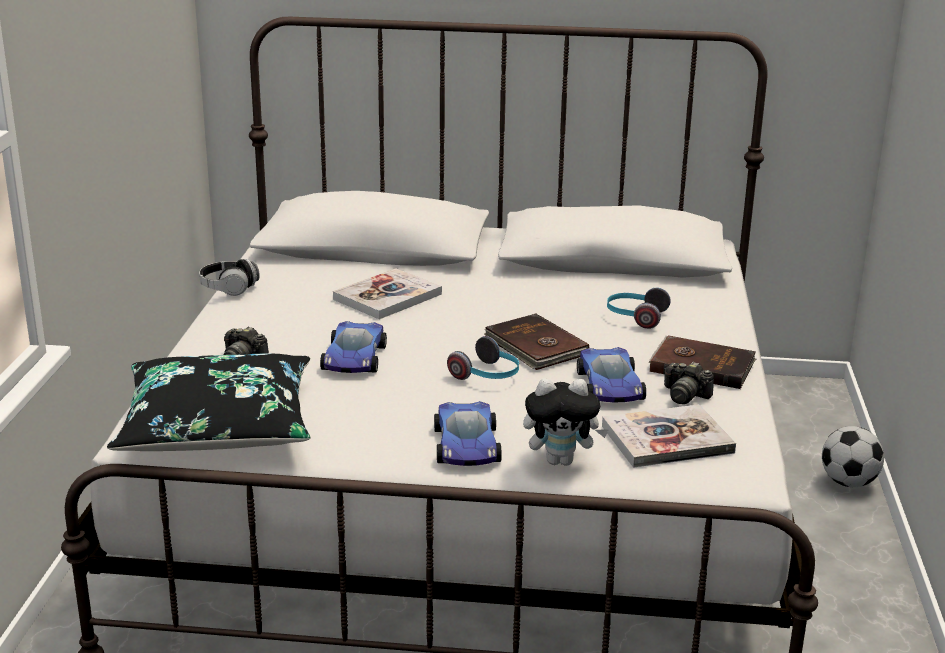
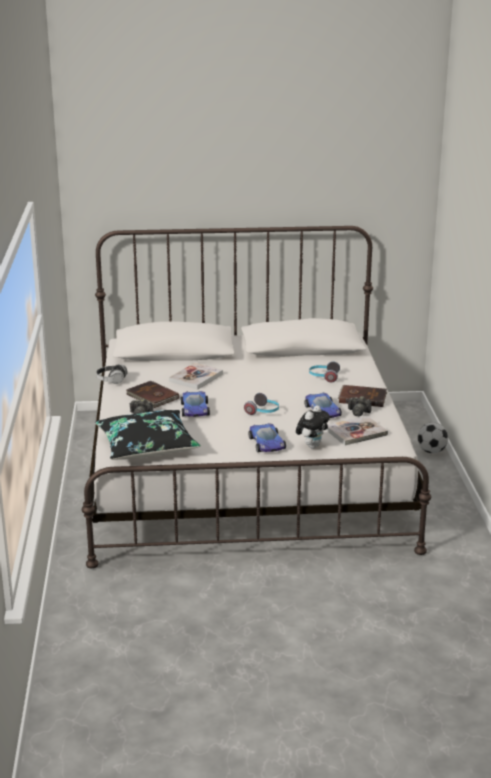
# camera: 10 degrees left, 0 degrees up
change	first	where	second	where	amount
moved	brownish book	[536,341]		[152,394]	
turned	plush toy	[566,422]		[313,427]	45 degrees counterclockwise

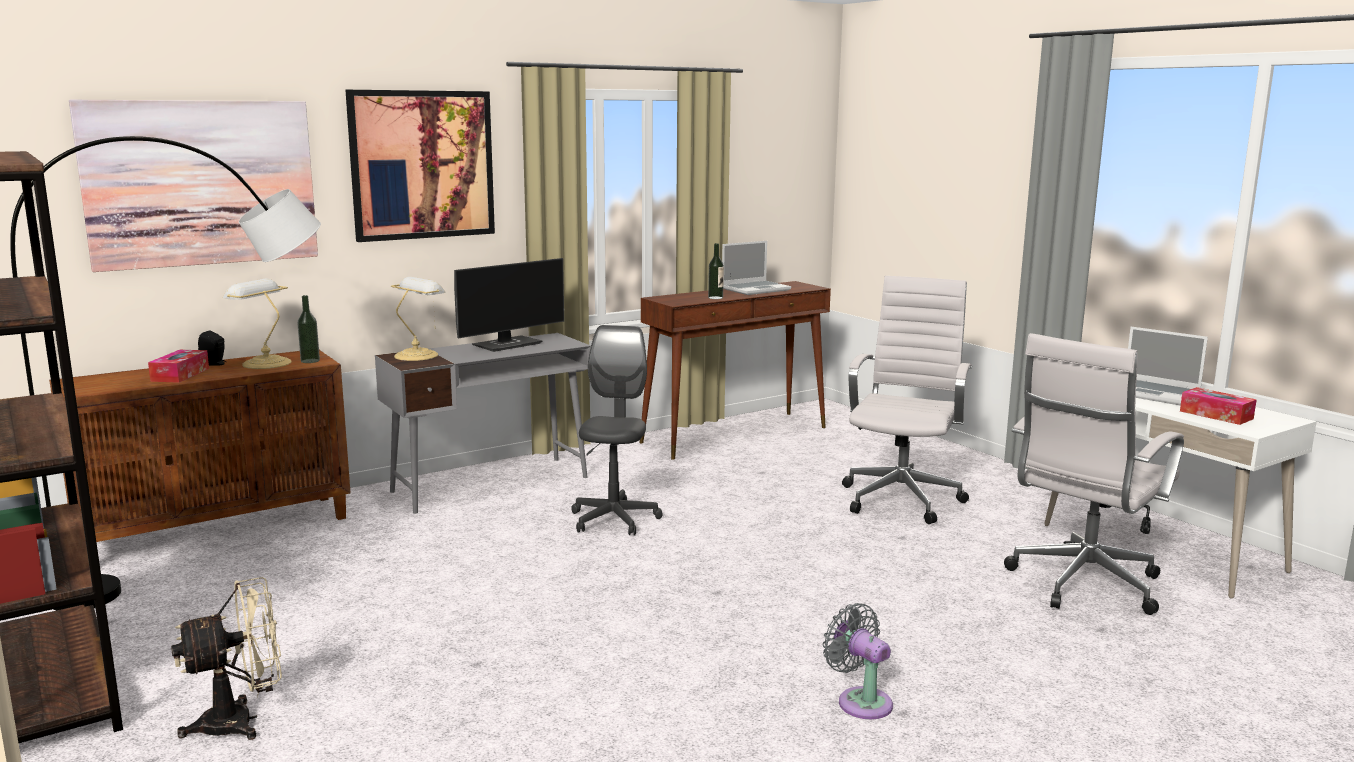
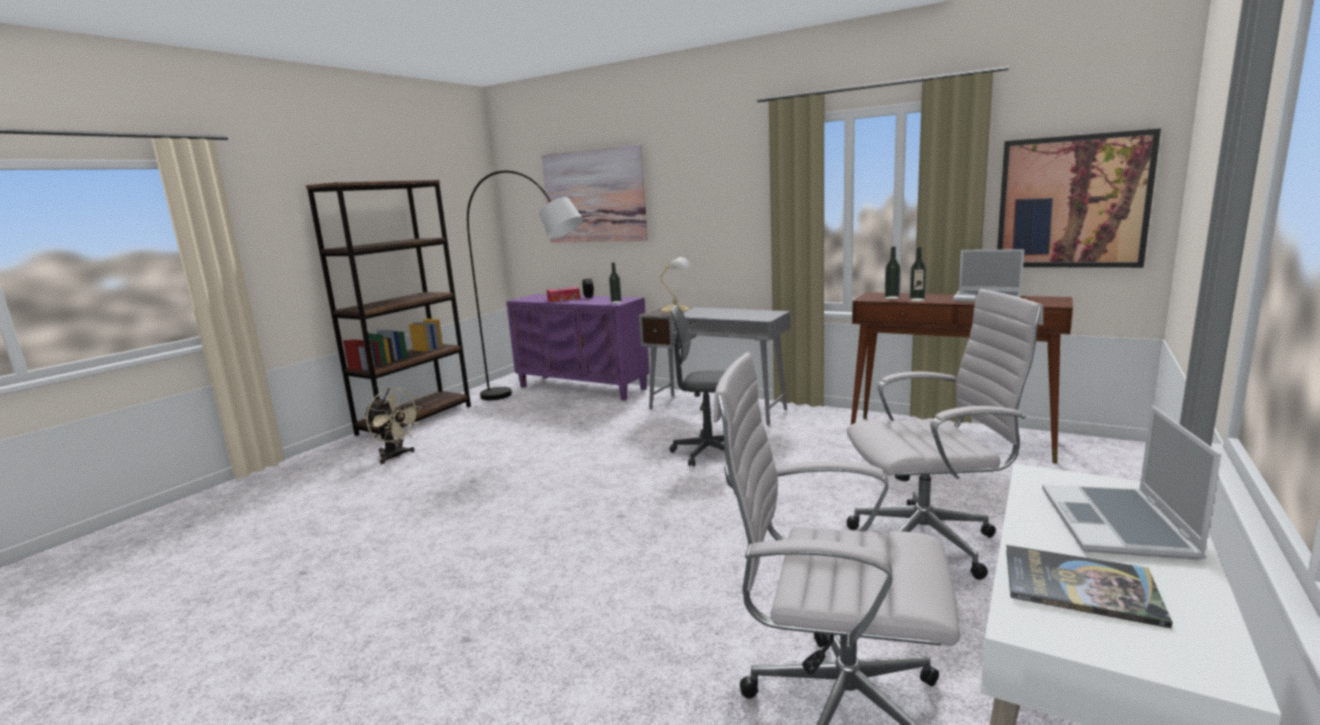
# camera: 65 degrees right, 0 degrees up
change	first	where	second	where	amount
moved	wall picture	[420,166]		[1079,198]	
removed	computer screen	[509,305]			
removed	table lamp	[257,323]			
turned	gray office chair	[617,430]		[697,386]	150 degrees counterclockwise
recoloured	brownish cabinet	[200,446]	purple cabinet	[578,347]	
replaced	tissue holder	[1218,406]	book	[1089,586]	
removed	gray electric fan	[857,661]			
added			drink bottle	[892,272]	

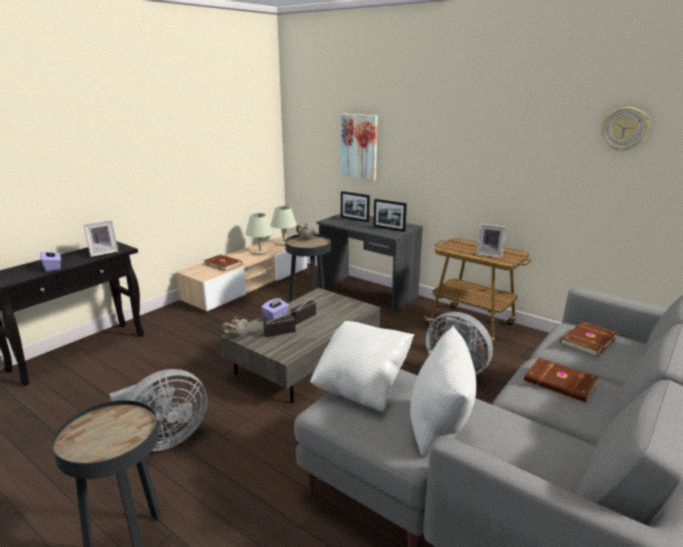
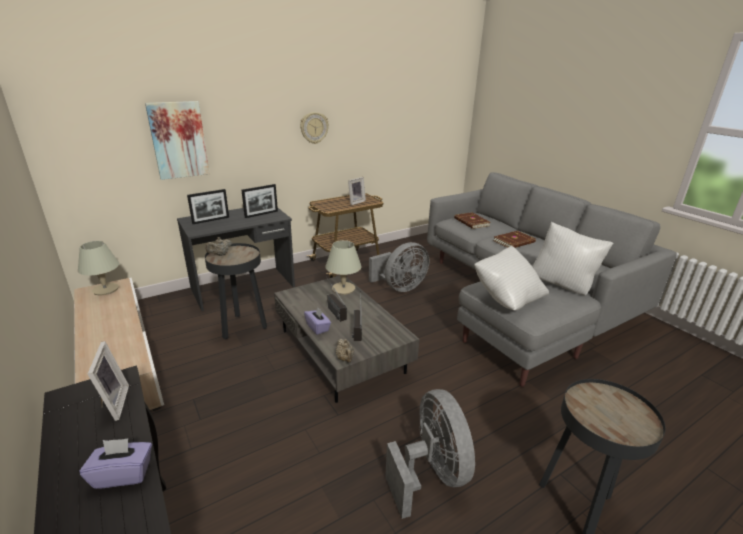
# camera: 70 degrees left, 5 degrees up
change	first	where	second	where	amount
moved	hanging clock	[626,129]		[314,128]	
moved	sand-coloured table lamp	[259,234]		[343,267]	
removed	brownish book	[223,262]			

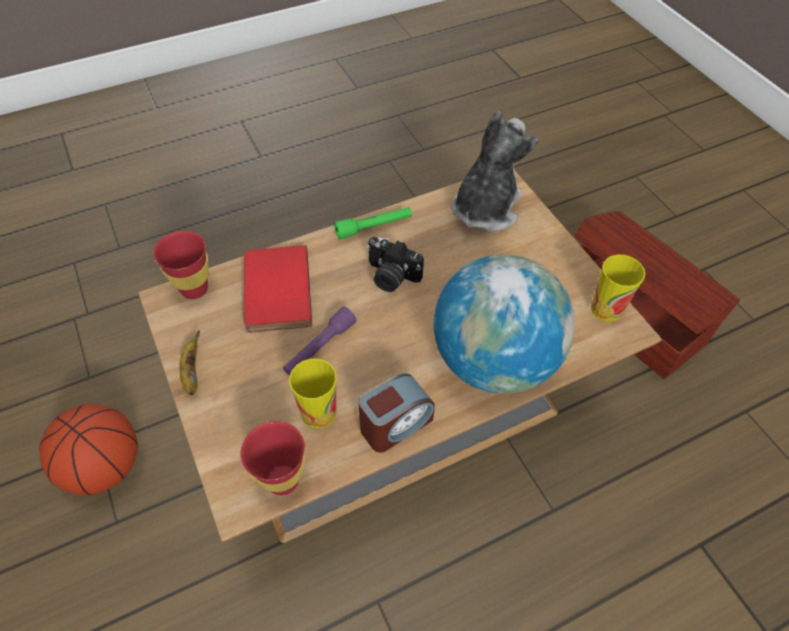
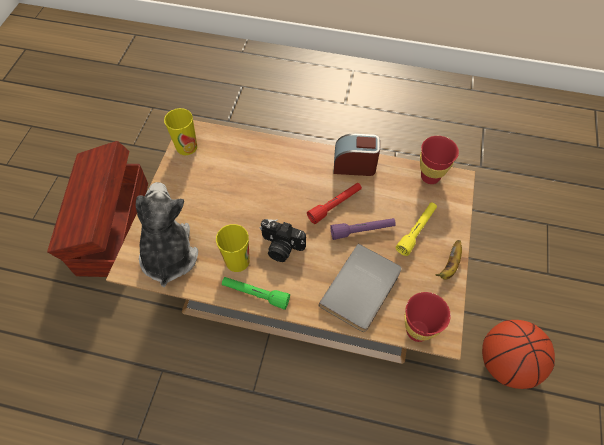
# camera: 140 degrees left, 5 degrees up
change	first	where	second	where	amount
turned	plush toy	[495,171]		[167,234]	105 degrees clockwise
turned	still camera	[395,264]		[283,240]	135 degrees clockwise
recoloured	red-coloured book	[277,289]	gray book	[360,288]	
removed	world globe	[504,324]			
moved	drinking cup	[313,393]		[233,248]	
added			red-coloured flashlight	[334,203]	
added			yellowish flashlight	[416,229]	

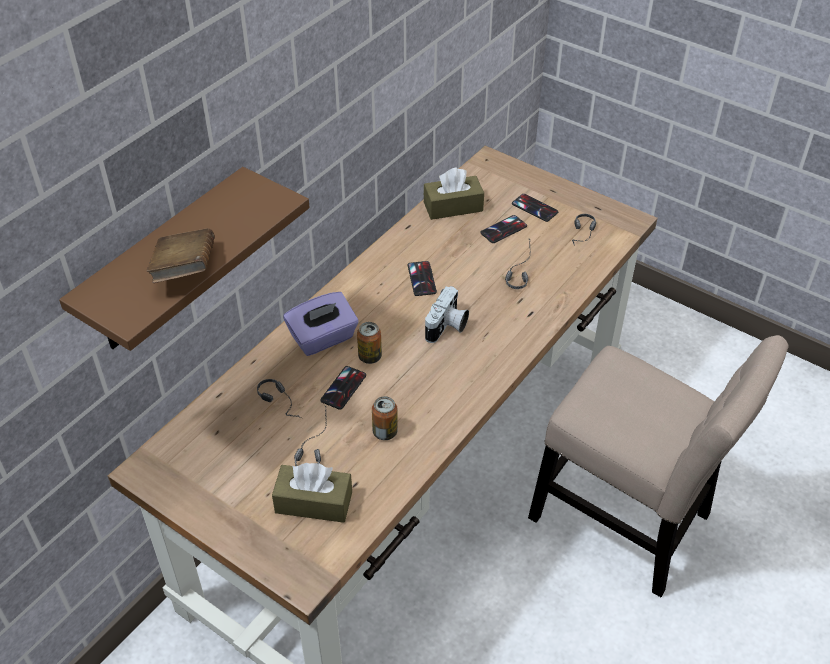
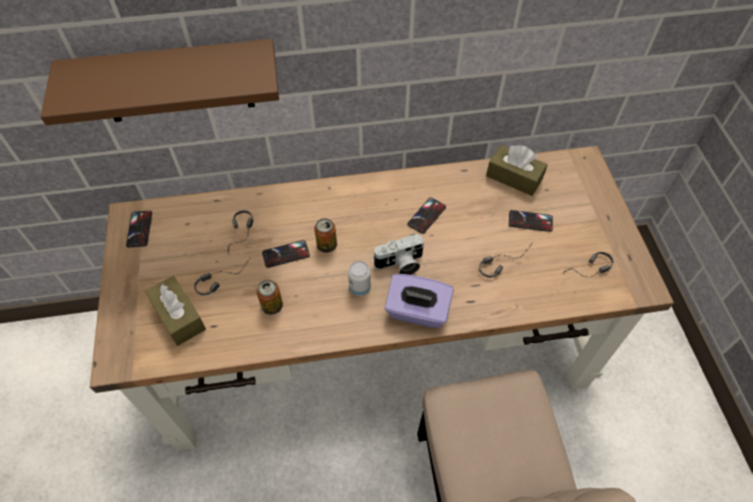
# camera: 45 degrees right, 10 degrees up
change	first	where	second	where	amount
moved	handset	[535,208]		[139,229]	
removed	brownish book	[181,255]			
moved	purple tissue holder	[321,324]		[419,301]	
added			can	[359,278]	

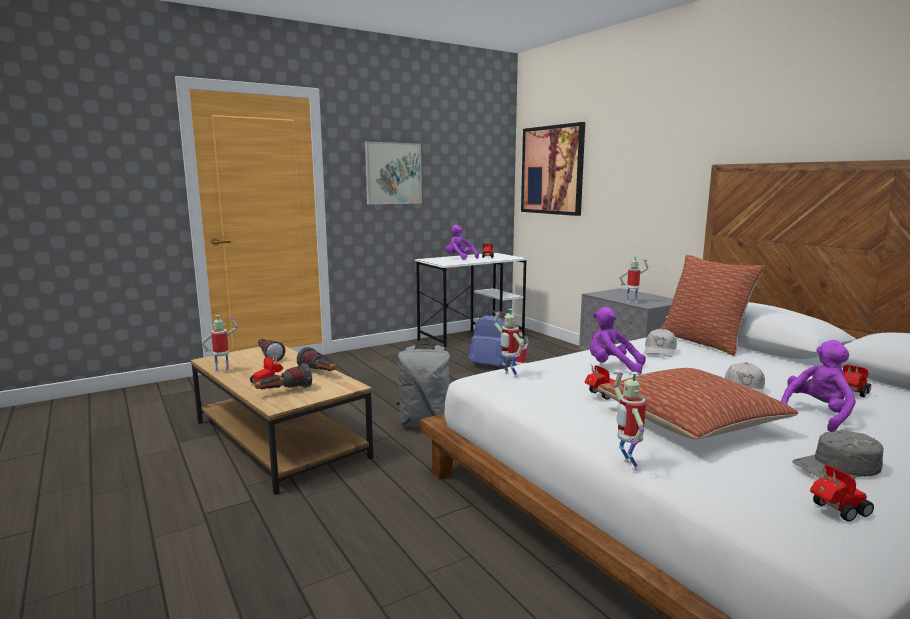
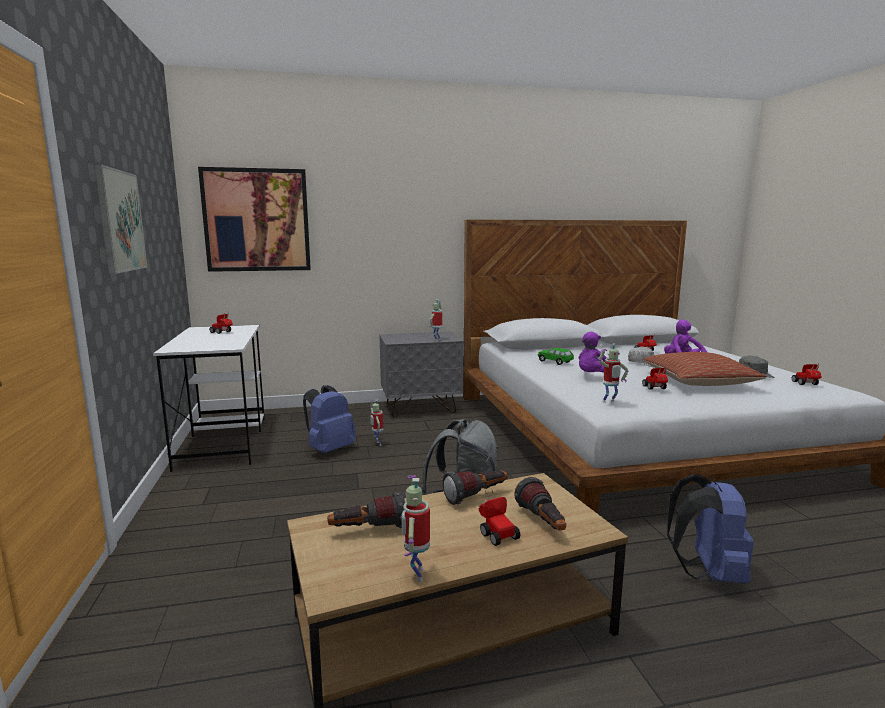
# camera: 70 degrees left, 0 degrees up
change	first	where	second	where	amount
removed	purple plush toy	[462,242]			
removed	cushion	[713,305]			
replaced	white baseball cap	[661,342]	green miniature car	[556,356]	
removed	robot figure	[629,421]			
added			blue backpack	[710,529]	

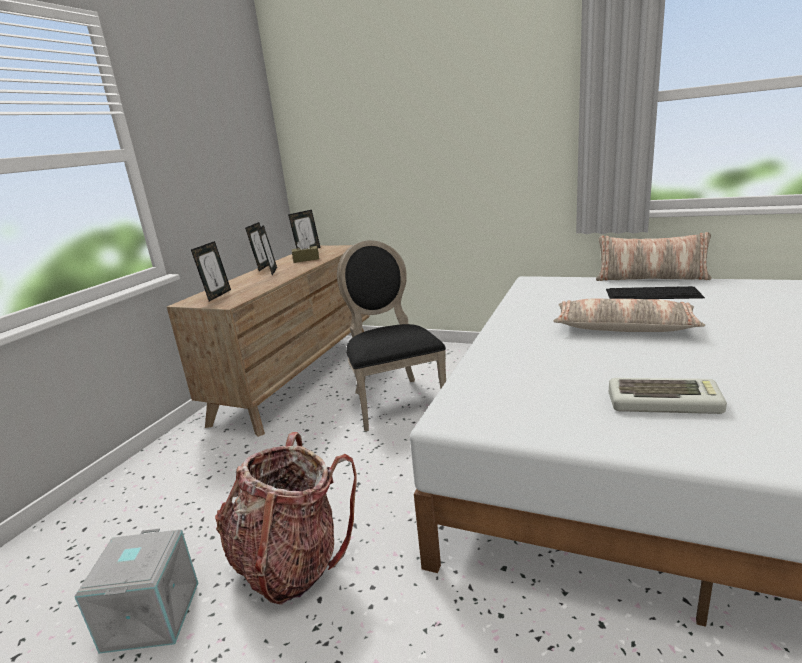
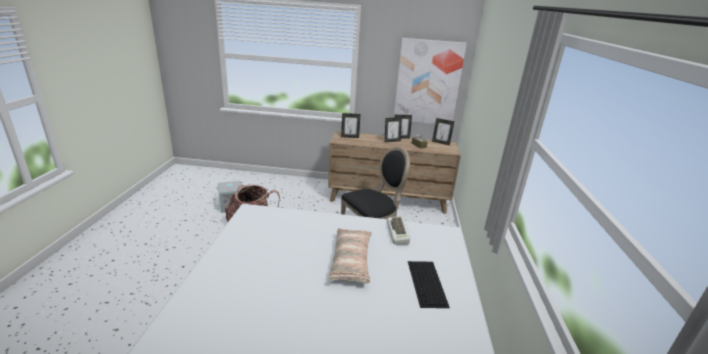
# camera: 70 degrees right, 5 degrees up
change	first	where	second	where	amount
removed	cushion	[653,256]			
moved	PC keyboard	[668,396]		[398,230]	
added			wall picture	[430,81]	

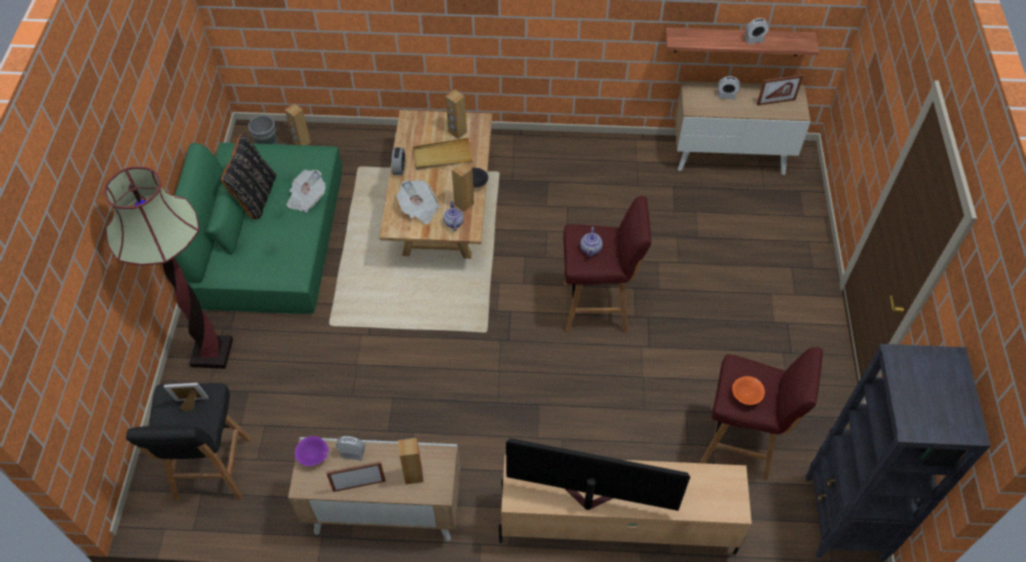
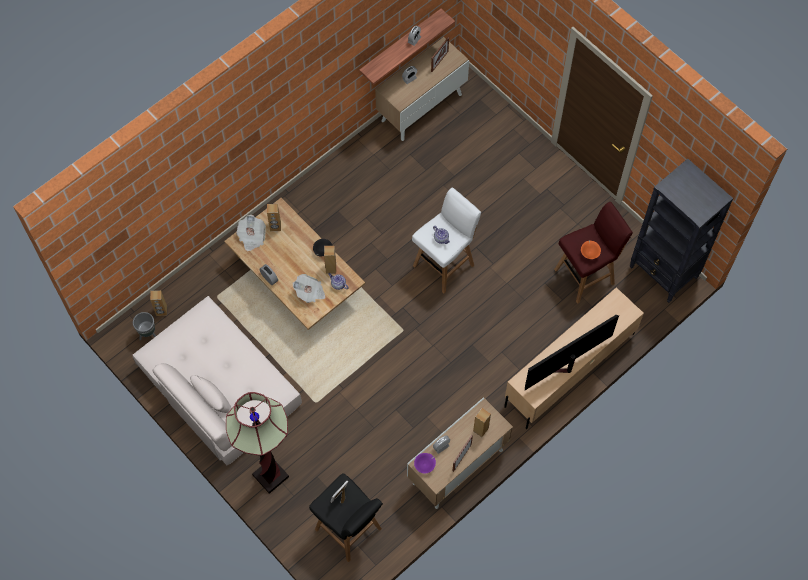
# camera: 45 degrees left, 10 degrees up
change	first	where	second	where	amount
removed	blackish cushion	[249,177]			
removed	sand-coloured carrying tray	[443,154]			
recoloured	green couch	[258,228]	sand-coloured couch	[217,381]	
moved	daily paper	[306,191]		[251,233]	
recoloured	red-coloured sitting stool	[607,264]	white sitting stool	[446,240]	

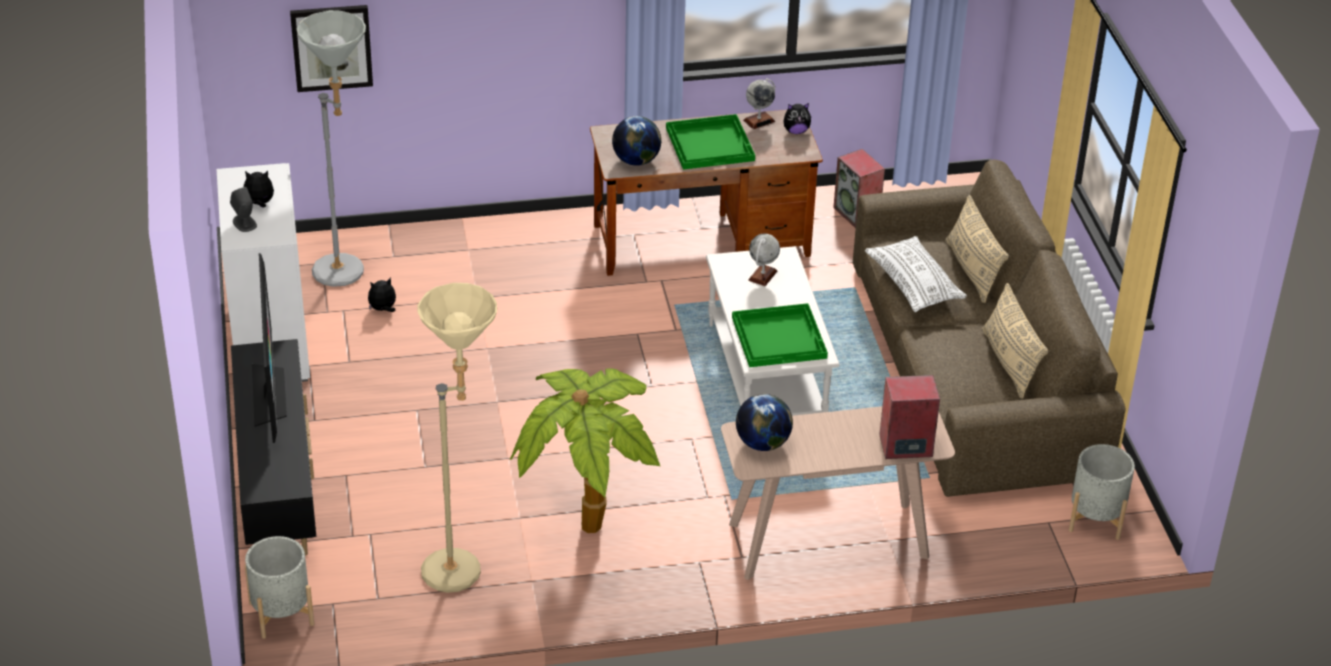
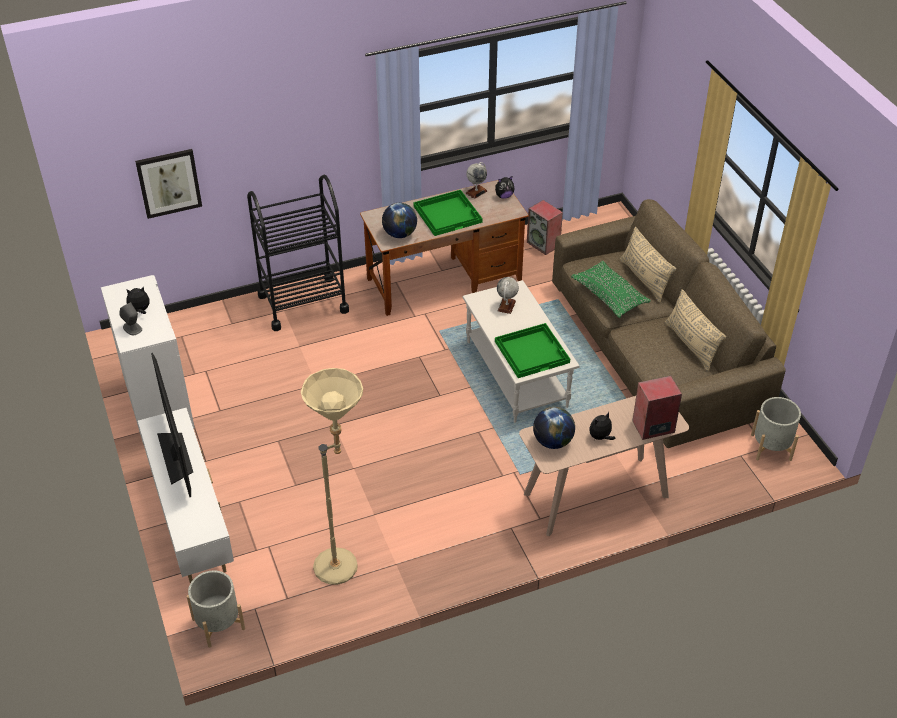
# camera: 10 degrees left, 5 degrees up
change	first	where	second	where	amount
removed	gray standard lamp	[331,148]			
recoloured	white cushion	[916,274]	green cushion	[611,289]	
moved	plush toy	[382,294]		[603,426]	
recoloured	blackish tv stand	[273,447]	white tv stand	[186,495]	
removed	plant in a pot	[585,450]			
added			blackish trolley	[298,253]	

